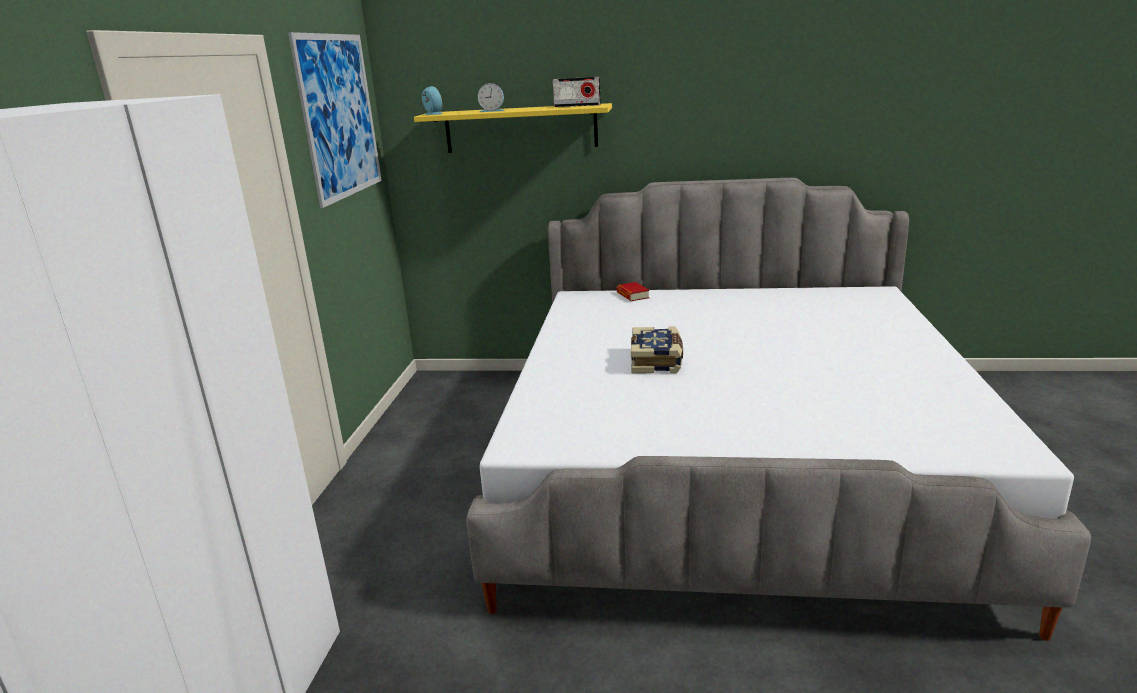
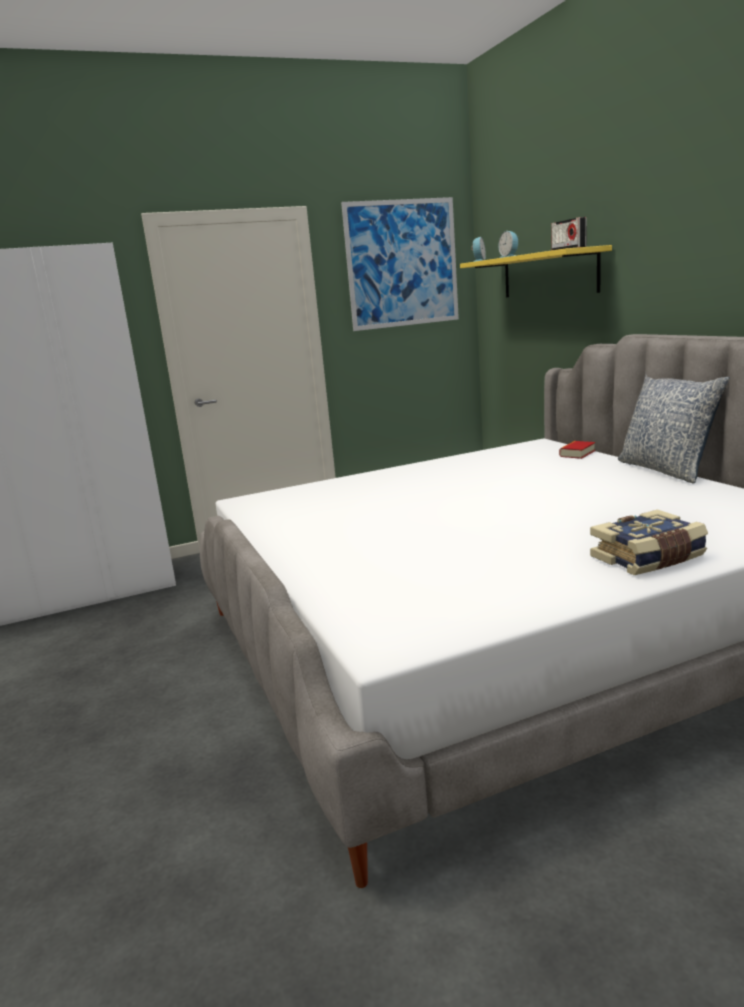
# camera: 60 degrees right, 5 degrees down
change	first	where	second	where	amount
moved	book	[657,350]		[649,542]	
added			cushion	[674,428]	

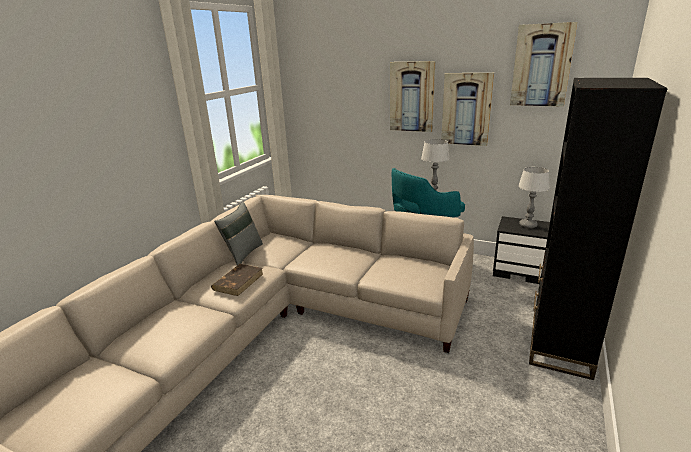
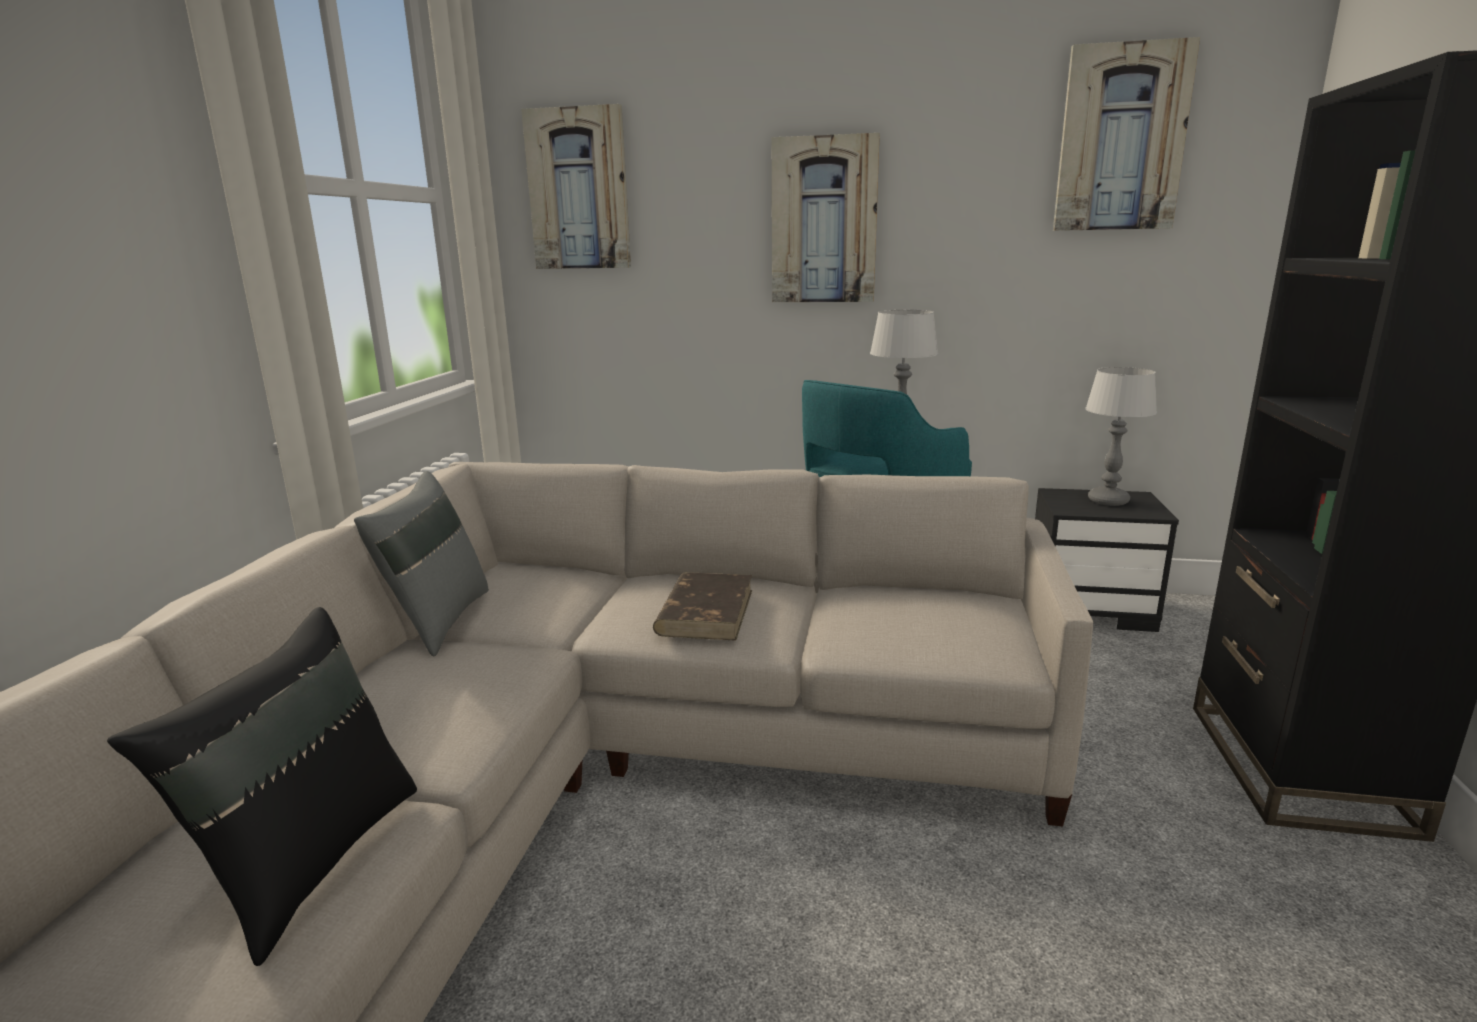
# camera: 15 degrees left, 5 degrees down
change	first	where	second	where	amount
moved	wall picture	[467,109]		[576,186]	
moved	brownish book	[237,280]		[702,606]	
added			blackish cushion	[262,786]	

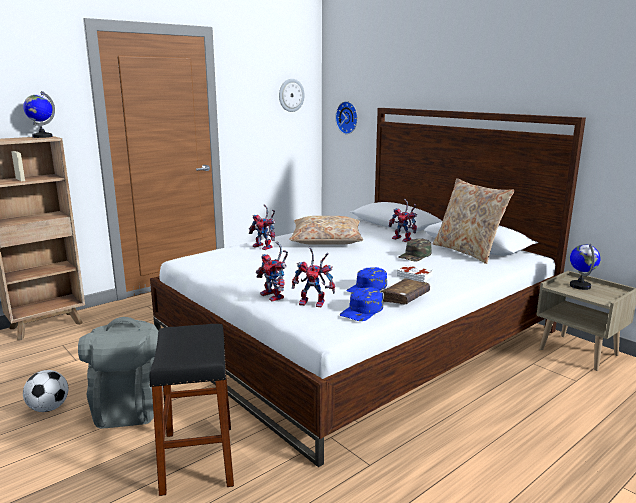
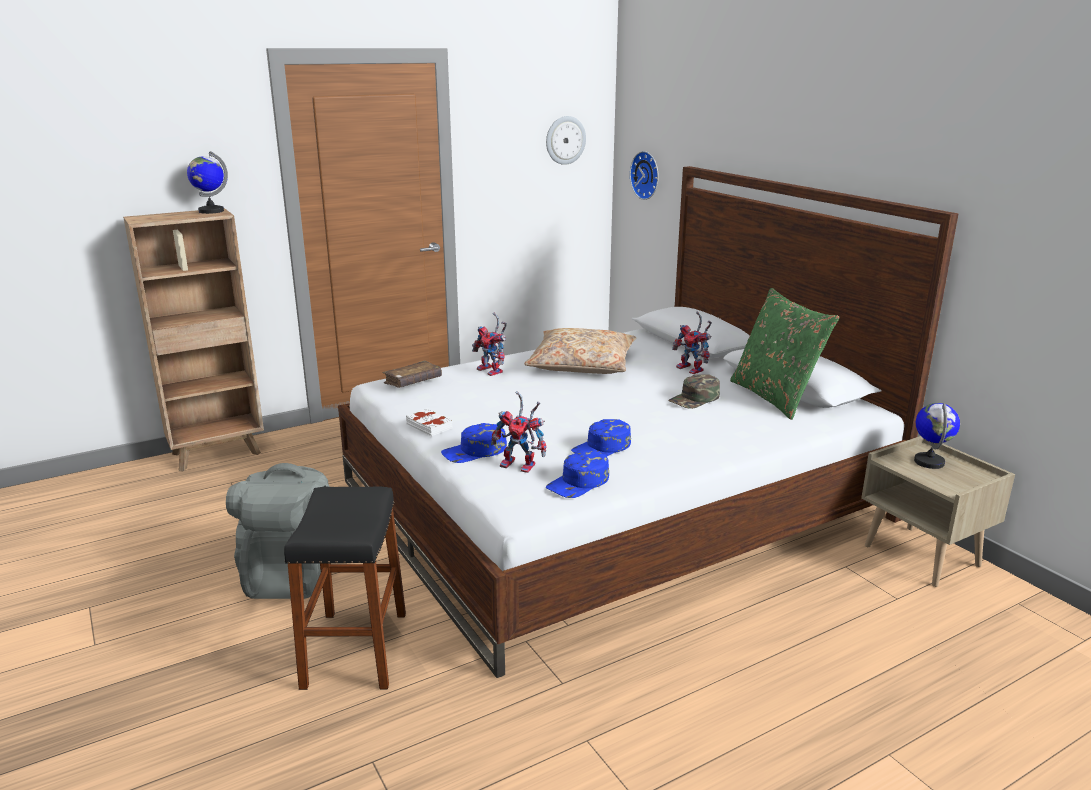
# camera: 10 degrees right, 5 degrees up
change	first	where	second	where	amount
recoloured	sand-coloured cushion	[474,221]	green cushion	[784,354]	
replaced	robot figure	[272,272]	blue baseball cap	[474,443]	
moved	white book	[415,273]		[429,422]	
moved	brownish book	[405,291]		[412,374]	
removed	ball for football	[45,391]			

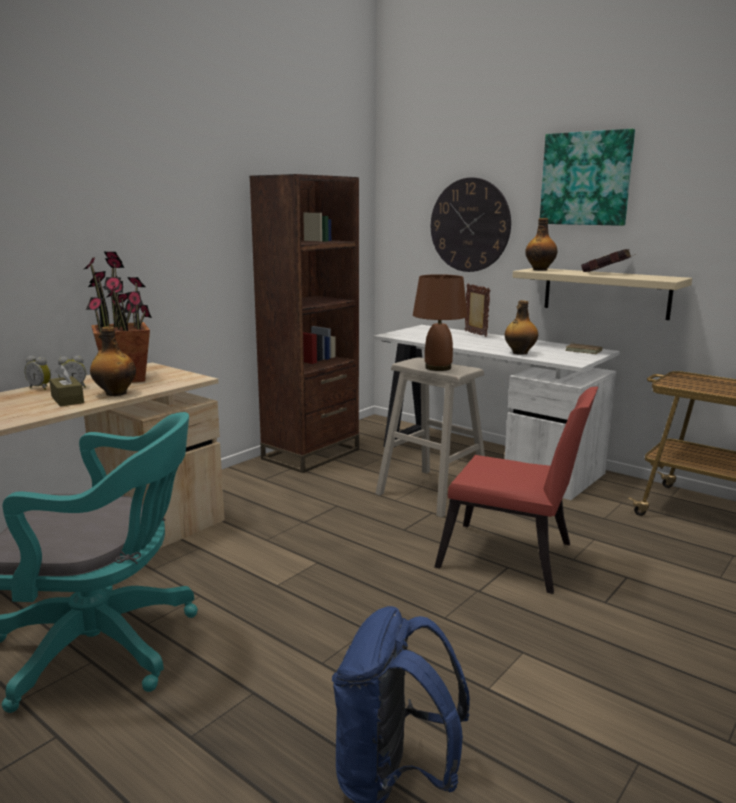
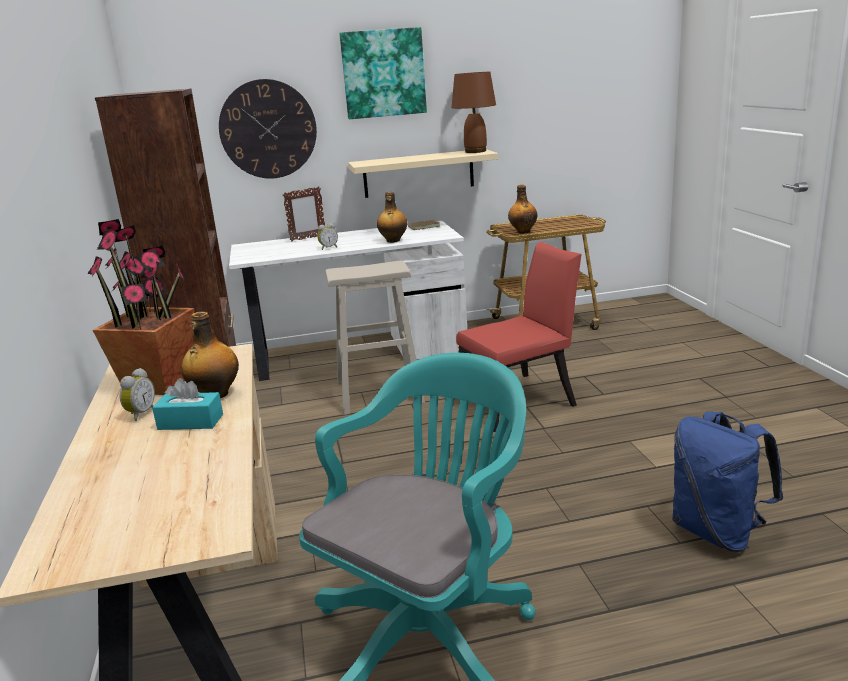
# camera: 50 degrees left, 5 degrees up
change	first	where	second	where	amount
moved	drink bottle	[541,244]		[523,209]	
removed	red-coloured book	[608,260]			
moved	brownish table lamp	[440,322]		[474,112]	
turned	photo frame	[477,310]		[304,213]	135 degrees clockwise
moved	table clock	[37,373]		[327,236]	
recoloured	brownish tissue holder	[66,385]	blue-green tissue holder	[187,404]	

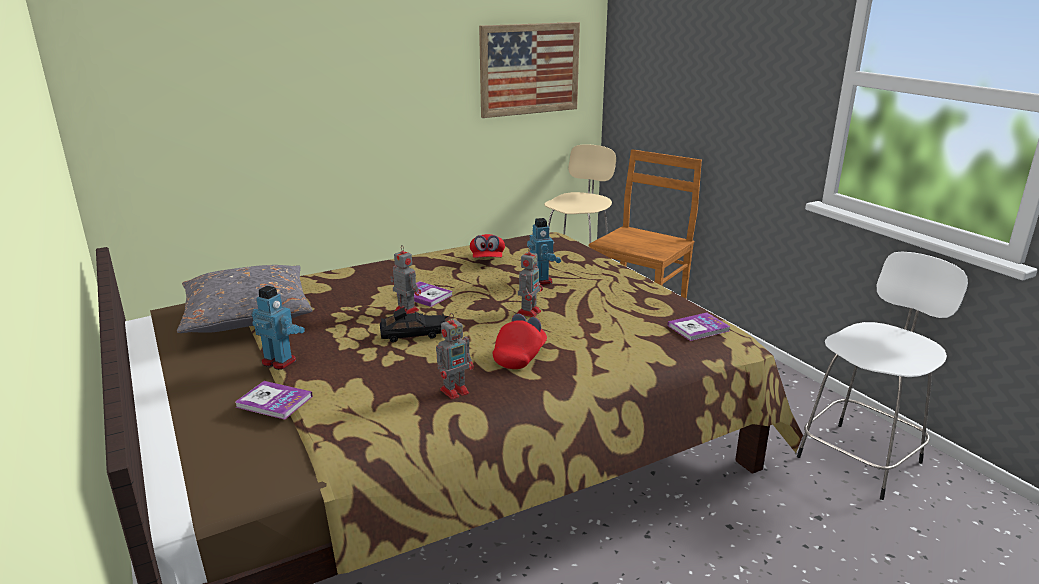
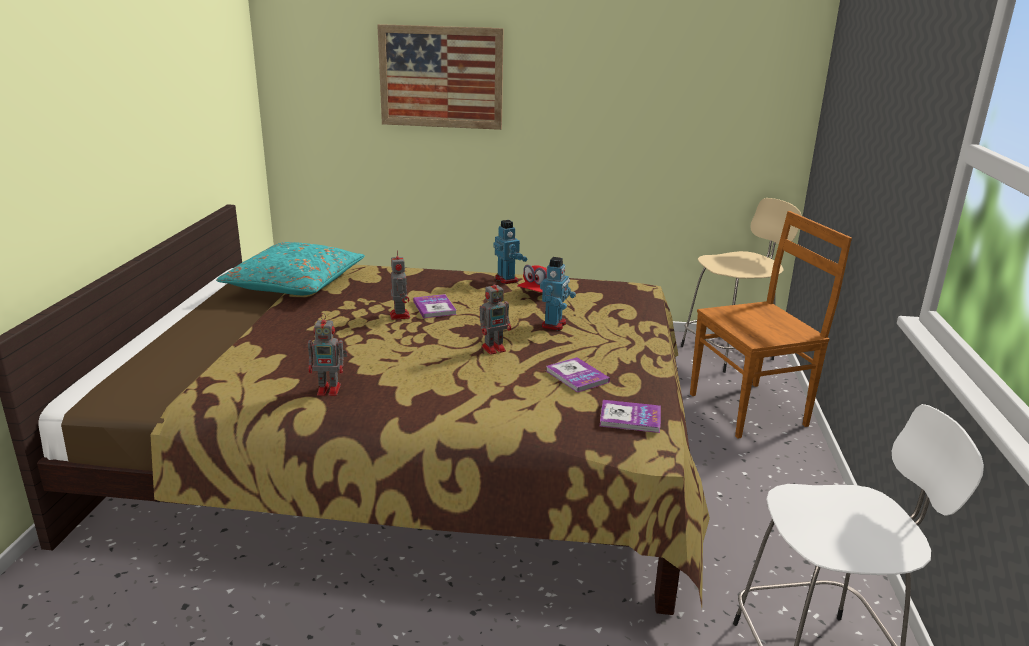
# camera: 35 degrees right, 0 degrees up
change	first	where	second	where	amount
moved	wall picture	[529,70]		[440,77]	
recoloured	gray cushion	[245,299]	blue-green cushion	[290,268]	
moved	robot figure	[278,328]		[510,252]	
removed	blackish miniature car	[414,325]			
removed	red-coloured baseball cap	[520,341]			
moved	book	[274,400]		[578,375]	

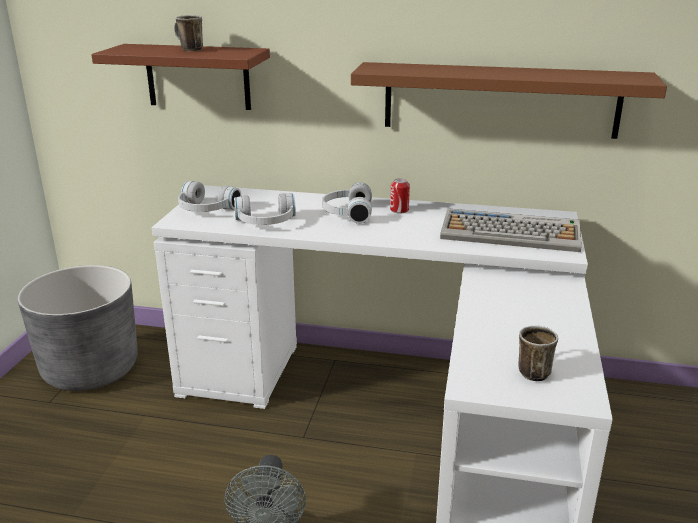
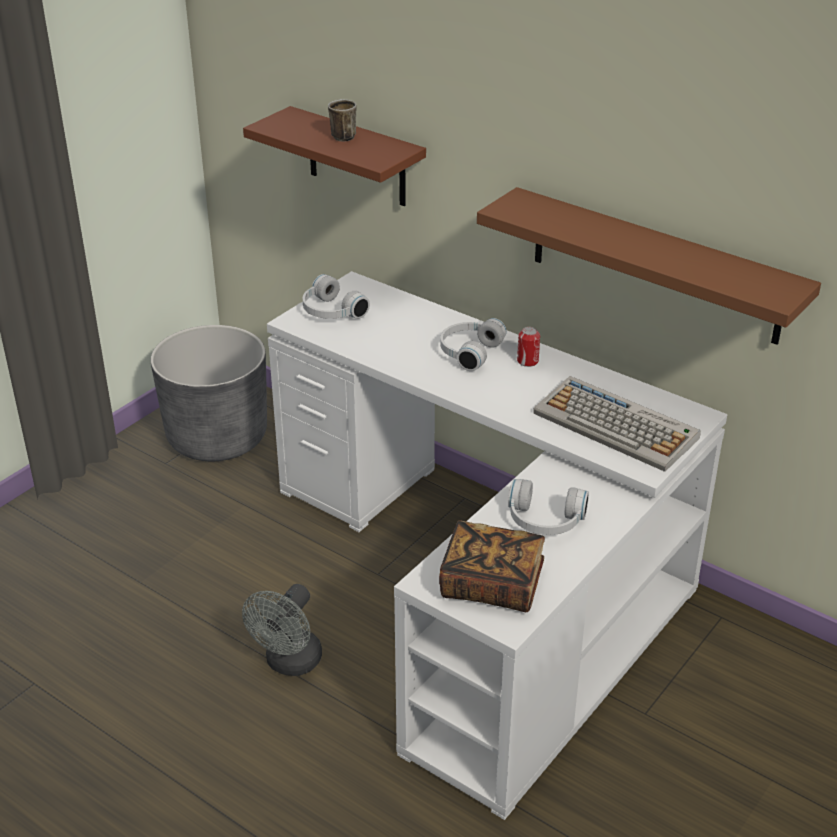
# camera: 25 degrees right, 10 degrees up
change	first	where	second	where	amount
moved	white pair of headphones	[265,209]		[548,507]	
replaced	tea mug	[538,354]	book	[492,566]	

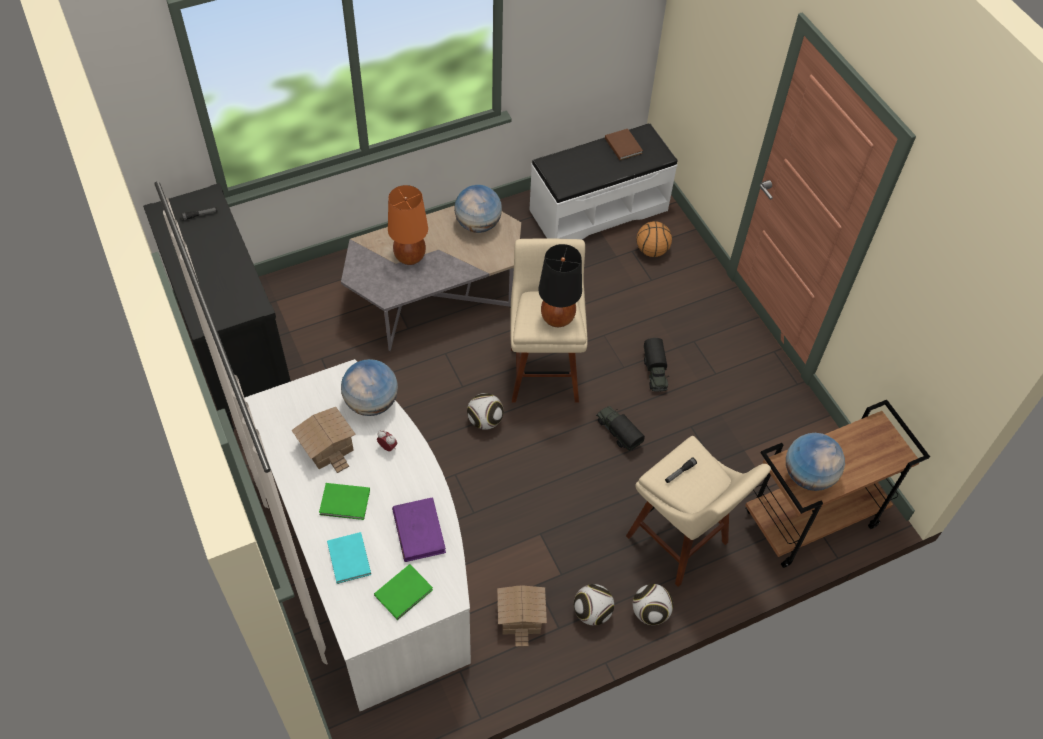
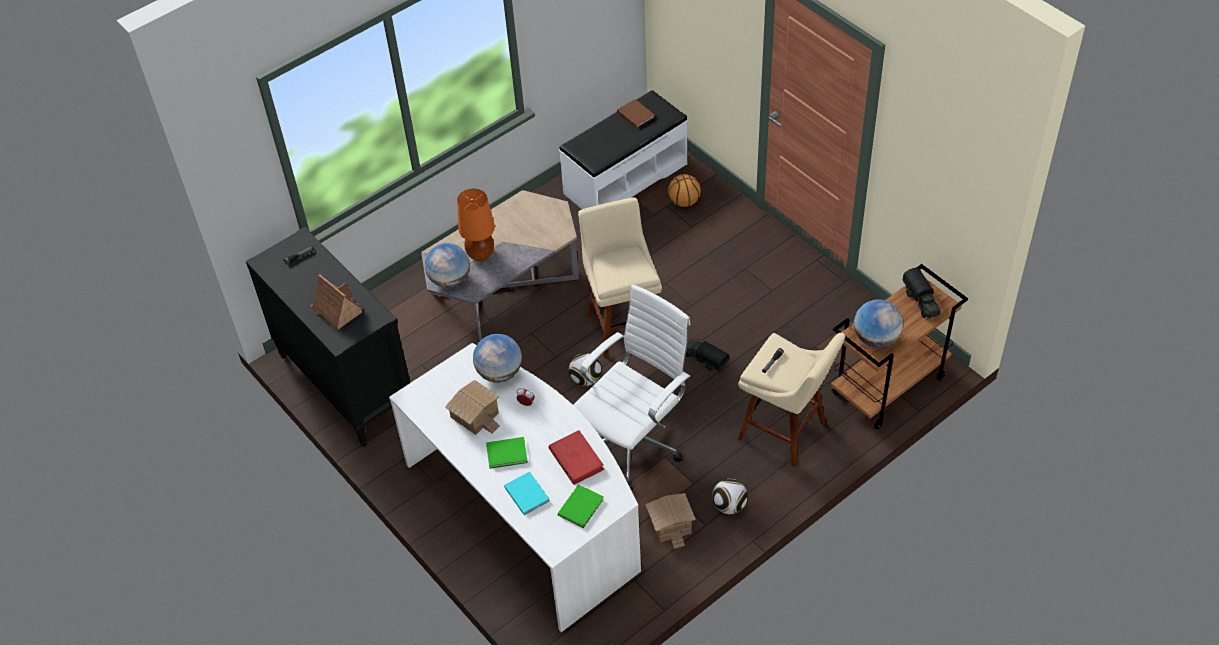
# camera: 10 degrees left, 5 degrees down
change	first	where	second	where	amount
moved	world globe	[478,209]		[447,265]	
removed	blackish table lamp	[560,285]			
moved	model truck	[656,365]		[922,293]	
recoloured	purple book	[419,529]	red-coloured book	[576,457]	
removed	ball for football	[653,604]			
added			model house	[337,301]	
added			white office chair	[632,387]	

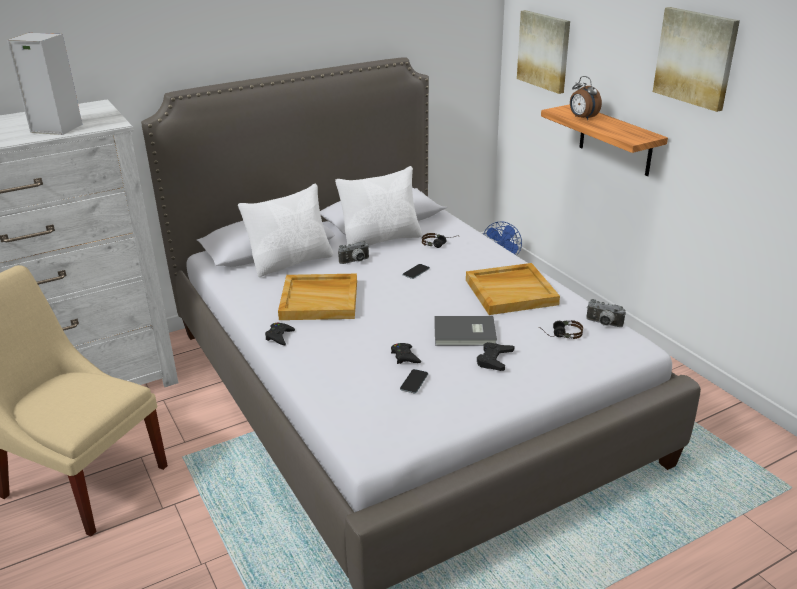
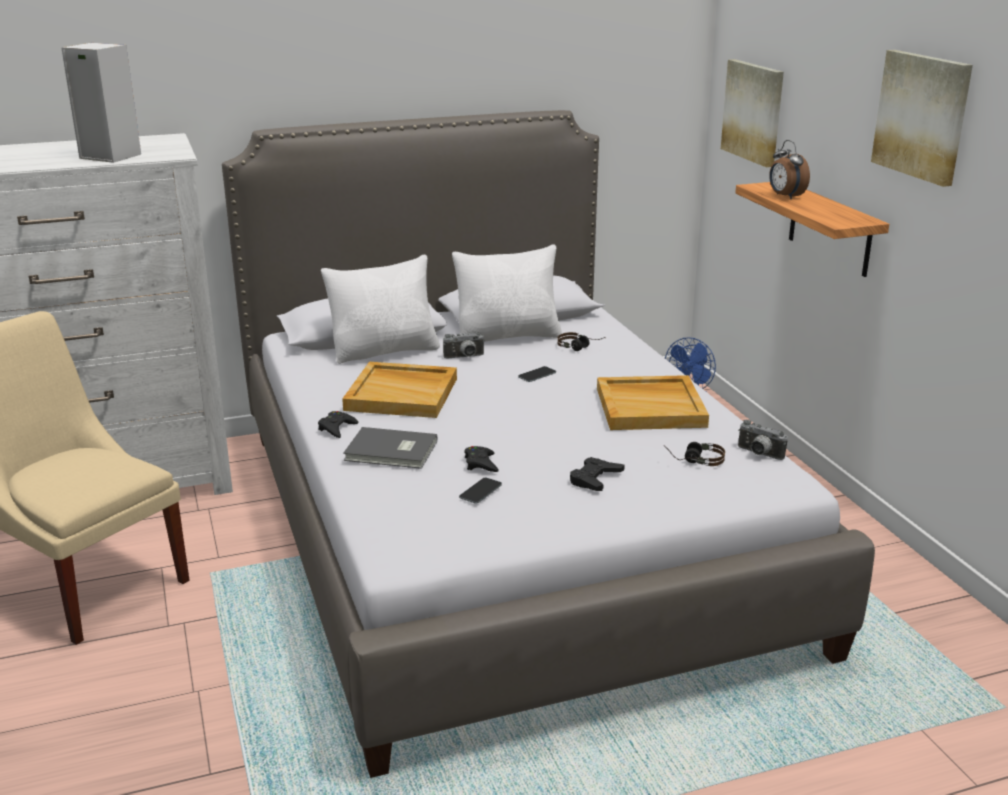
# camera: 10 degrees right, 5 degrees down
change	first	where	second	where	amount
moved	gray book	[465,330]		[390,448]	

